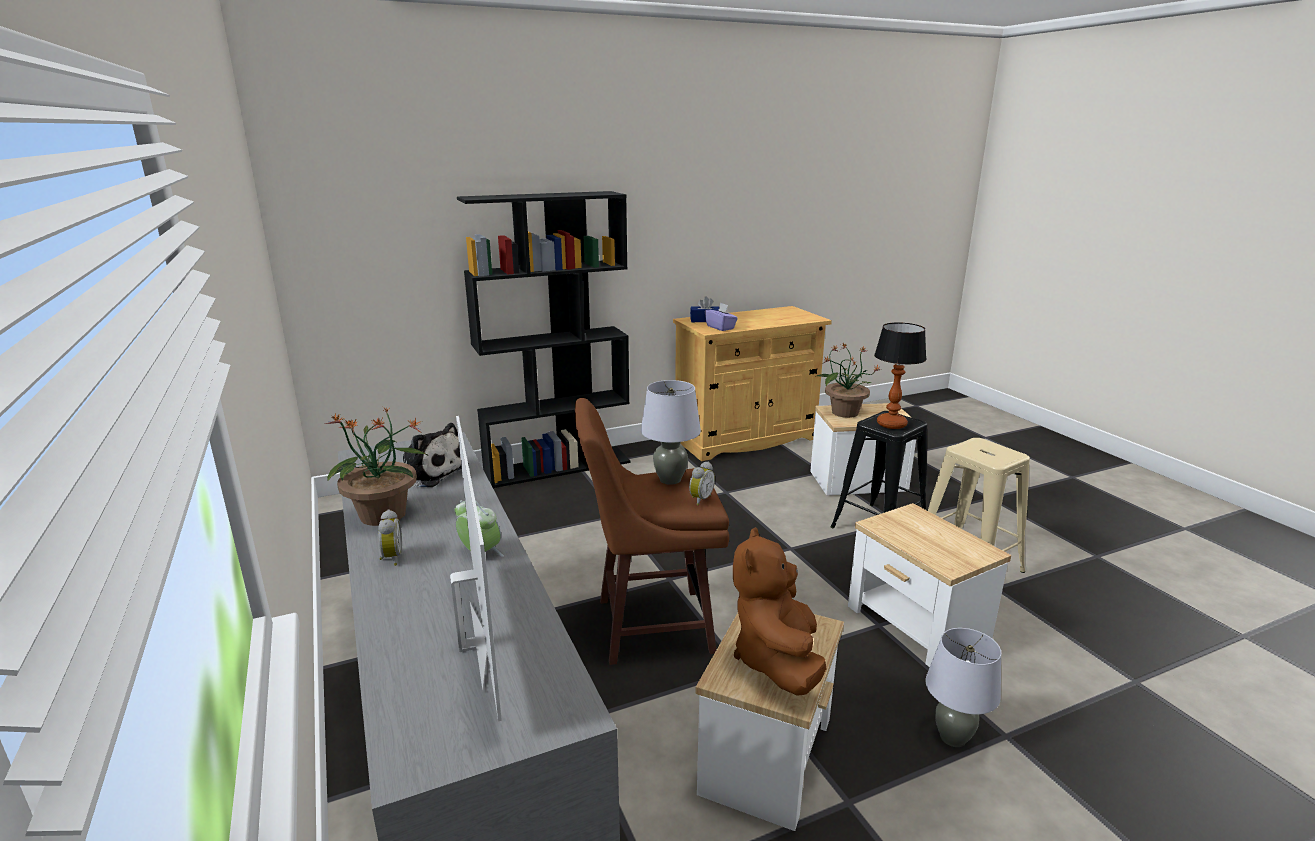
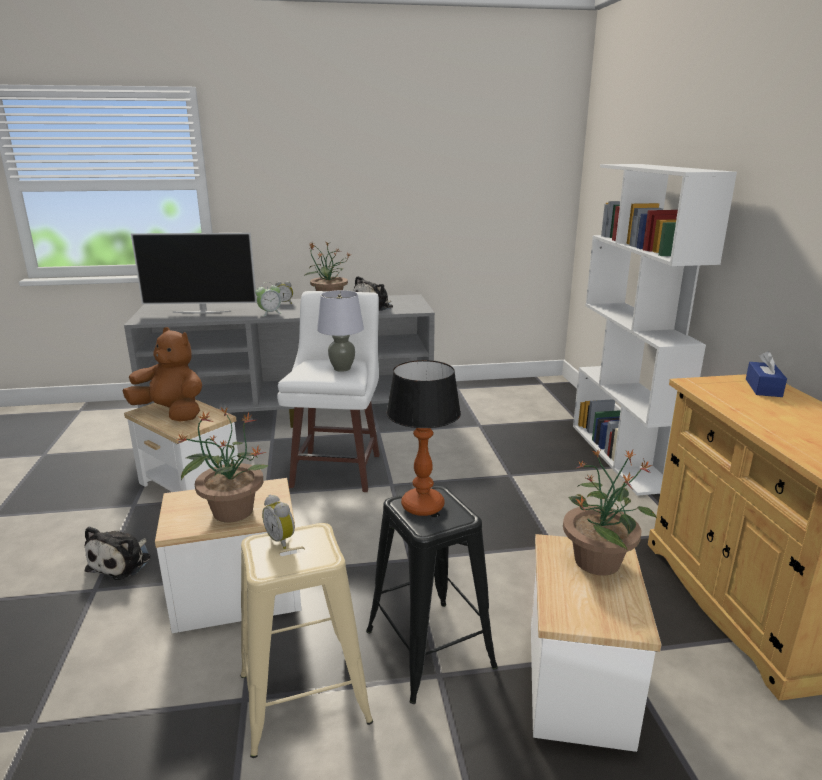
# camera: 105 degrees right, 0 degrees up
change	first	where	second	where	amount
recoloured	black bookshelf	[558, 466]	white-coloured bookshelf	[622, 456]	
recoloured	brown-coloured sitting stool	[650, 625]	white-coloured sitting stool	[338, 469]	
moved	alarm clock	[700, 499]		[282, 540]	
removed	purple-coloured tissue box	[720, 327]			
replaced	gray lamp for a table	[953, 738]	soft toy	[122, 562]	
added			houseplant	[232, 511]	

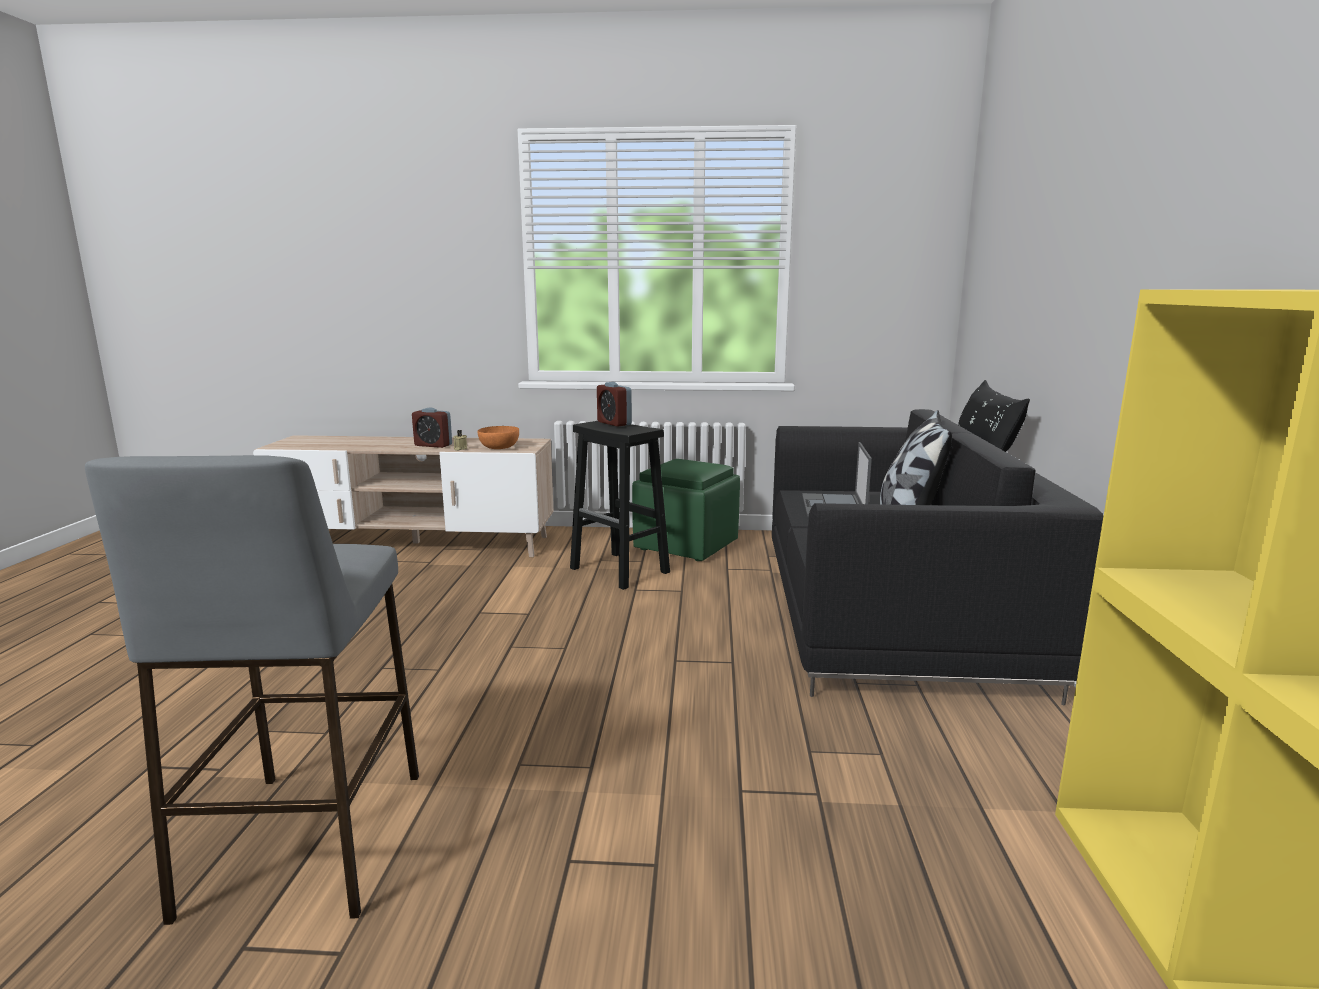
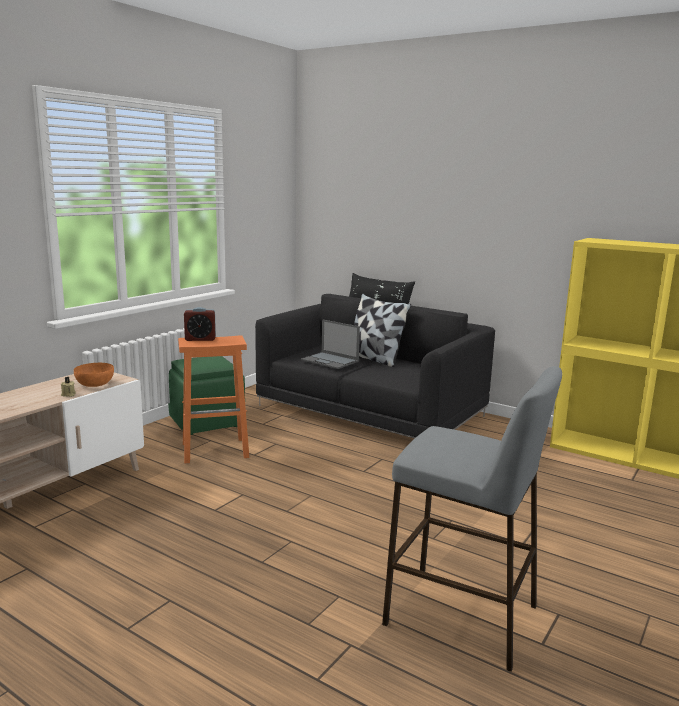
# camera: 60 degrees left, 0 degrees up
change	first	where	second	where	amount
removed	alarm clock	[433, 445]			
recoloured	black sitting stool	[621, 570]	orangey sitting stool	[216, 450]	

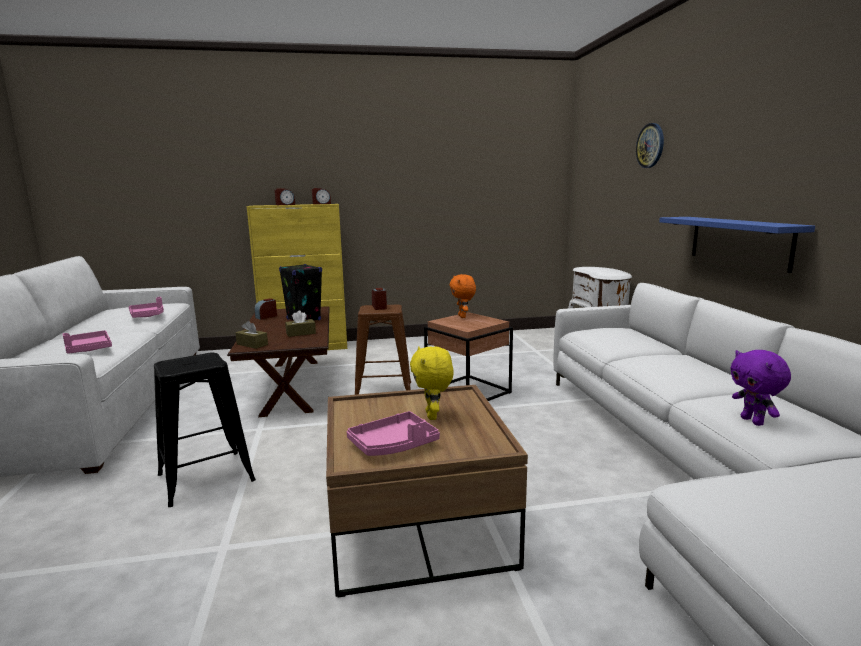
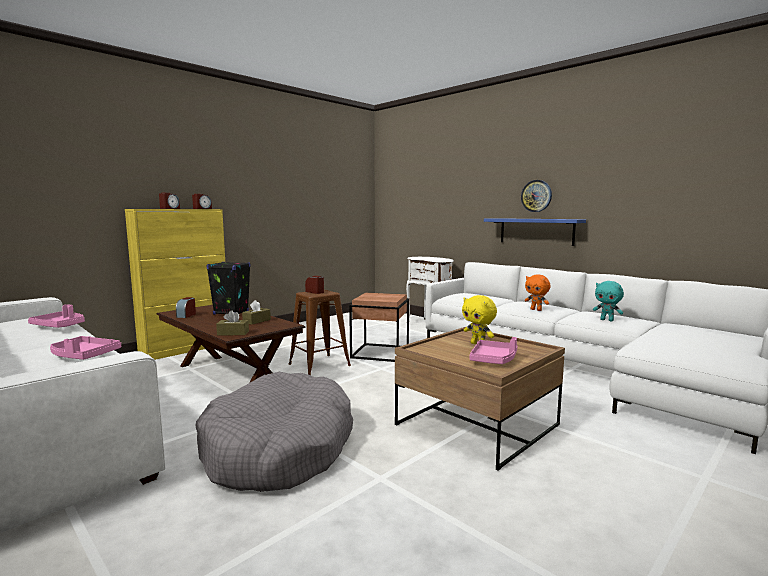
# camera: 35 degrees left, 5 degrees down
change	first	where	second	where	amount
replaced	black sitting stool	[206, 477]	gray dog bed	[279, 449]	
moved	orangey soft toy	[463, 316]		[536, 310]	
moved	wall clock	[650, 145]		[536, 196]	
recoloured	purple-coloured soft toy	[753, 421]	blue-green soft toy	[607, 320]	

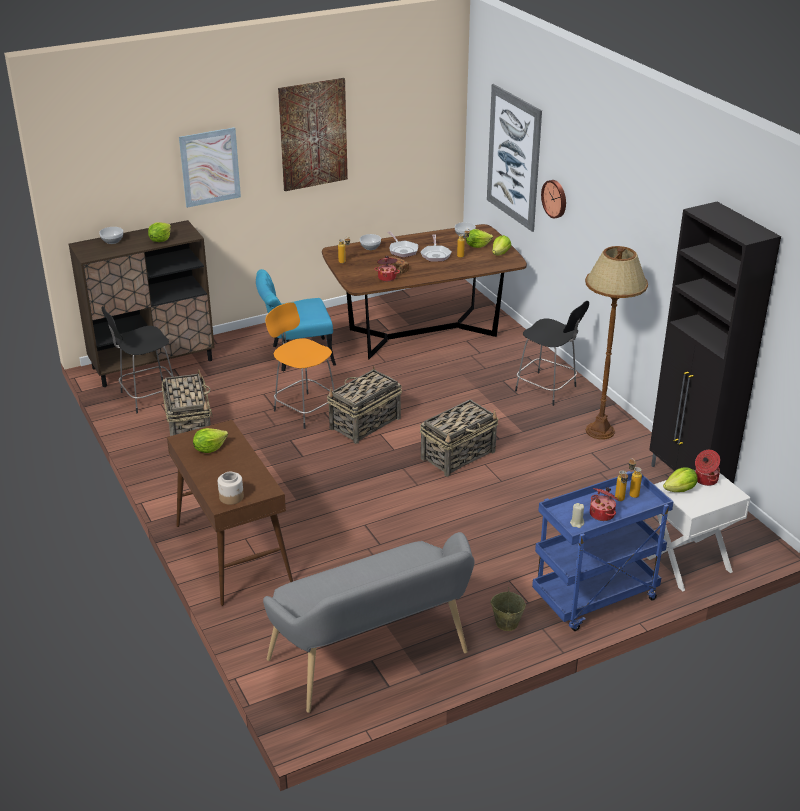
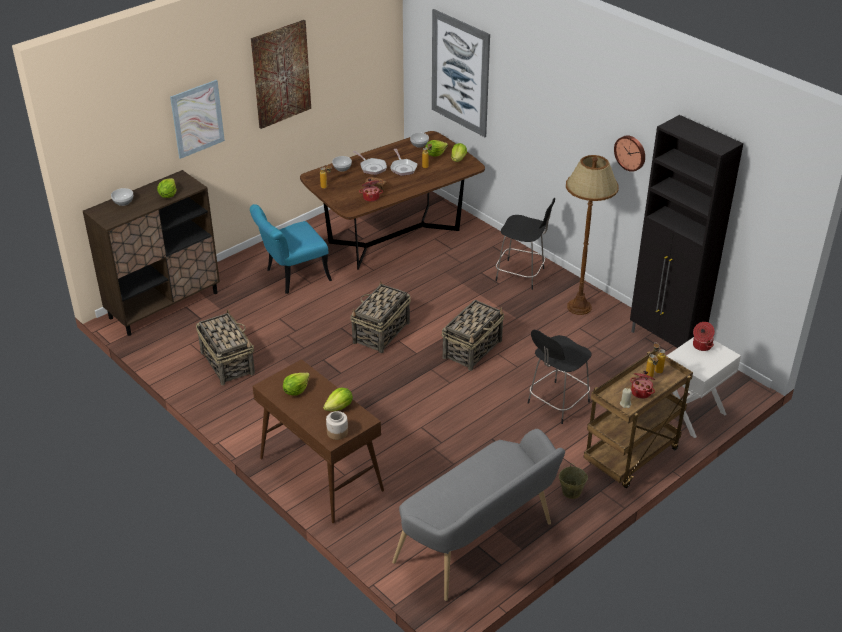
# camera: 15 degrees left, 5 degrees up
change	first	where	second	where	amount
moved	black sitting stool	[147, 397]		[556, 403]	
removed	orangey sitting stool	[304, 409]			
recoloured	blue-coloured cart	[594, 599]	brown-coloured cart	[631, 458]	
moved	wall clock	[555, 198]		[631, 152]	
moved	head of lettuce	[680, 490]		[339, 407]	

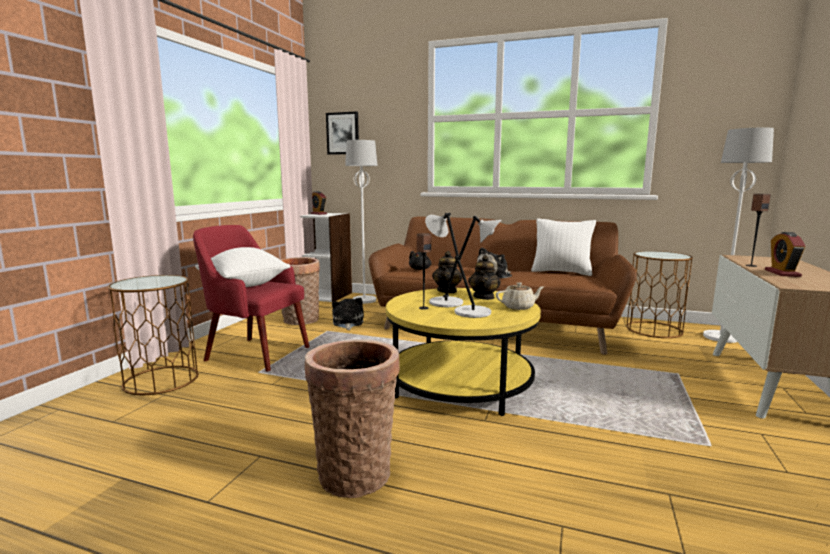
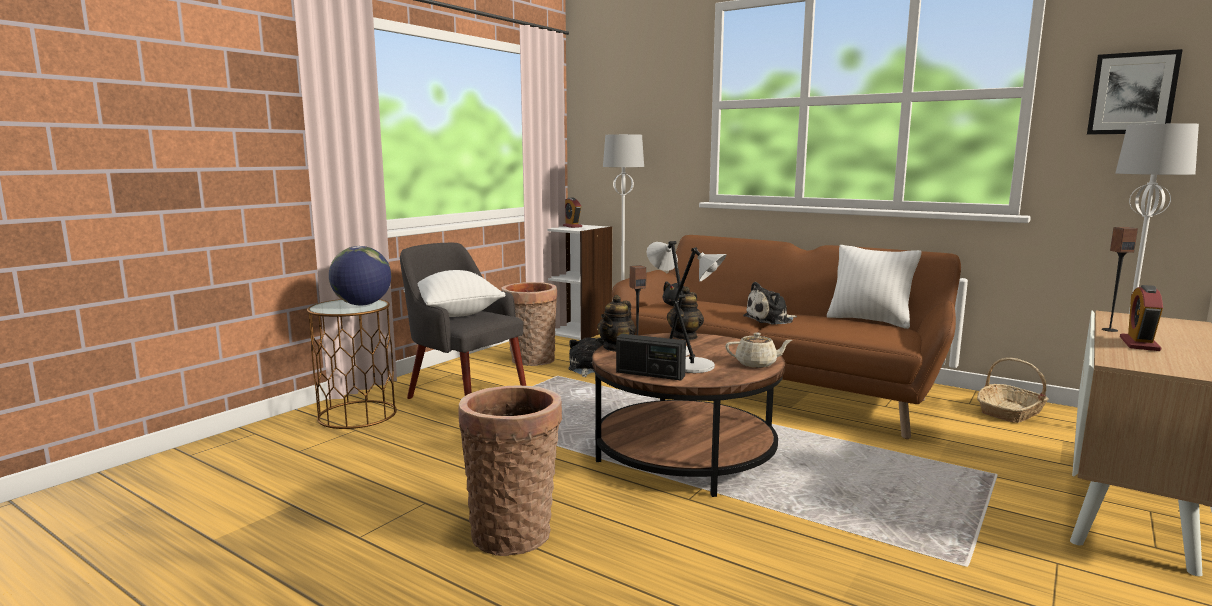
# camera: 15 degrees right, 0 degrees up
change	first	where	second	where	amount
recoloured	red-coloured easy chair	[256, 353]	gray easy chair	[465, 395]	
moved	wall picture	[343, 133]		[1132, 93]	
recoloured	yellowish lounge table	[460, 383]	brown-coloured lounge table	[685, 454]	
moved	tea pot	[484, 297]		[617, 348]	
replaced	brown-coloured accent table	[654, 330]	basket	[1010, 412]	
added			desk globe	[362, 304]	
added			radio	[650, 374]	

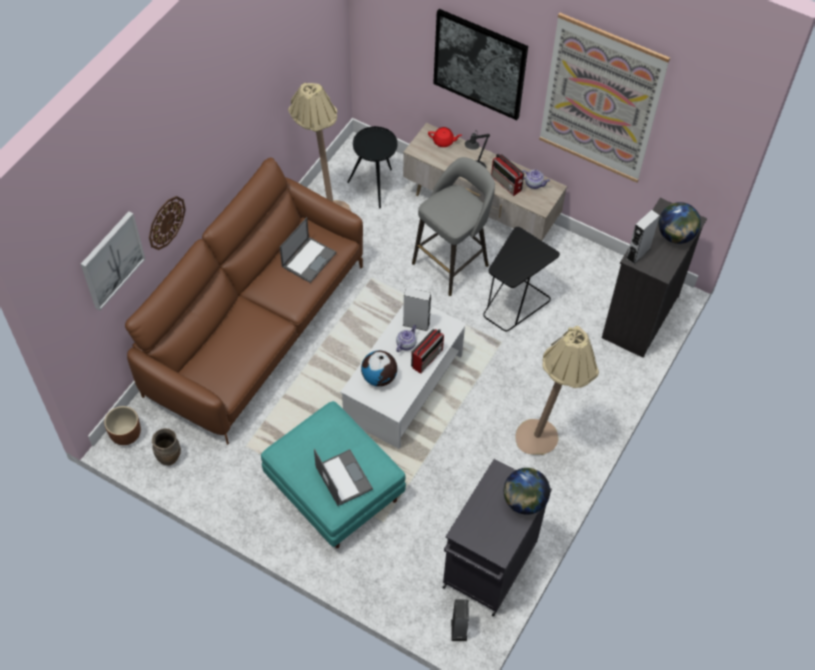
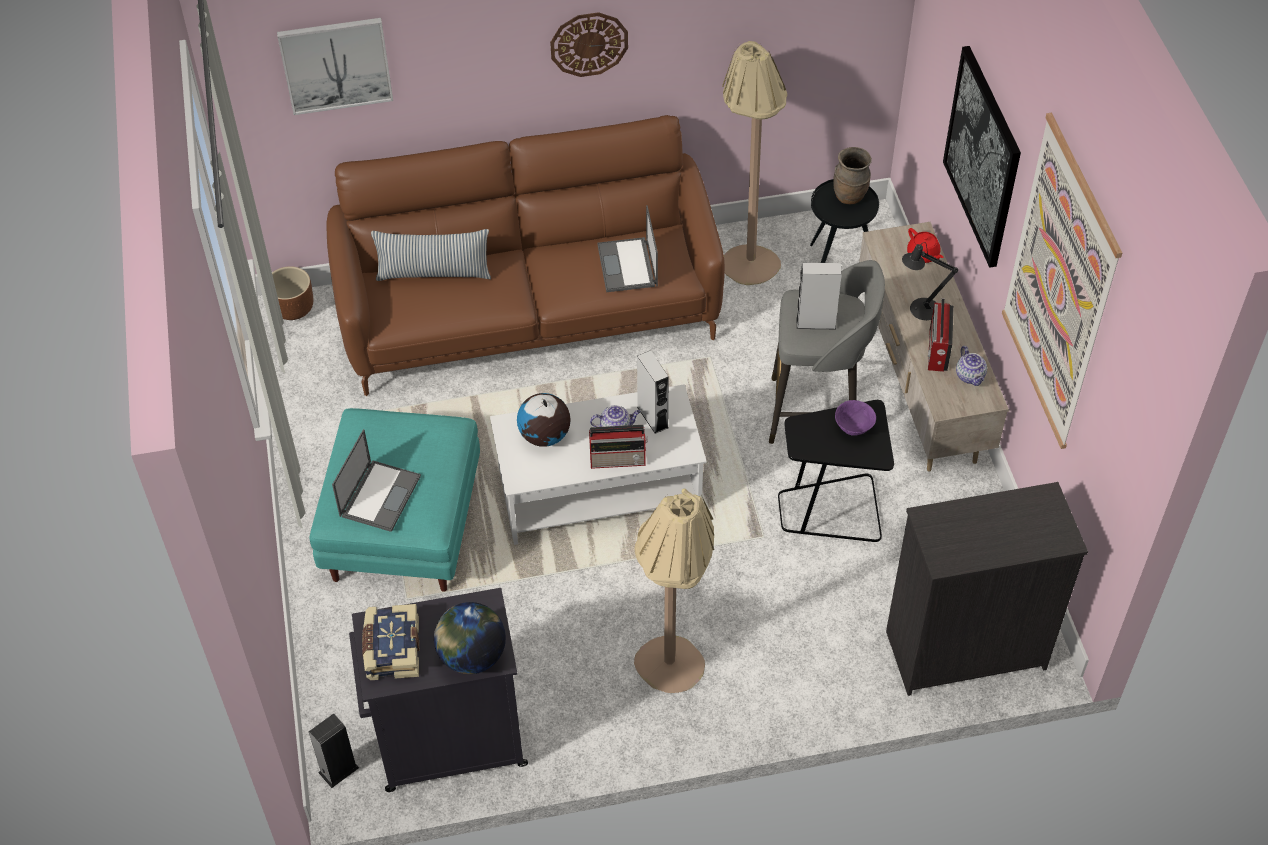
# camera: 50 degrees right, 5 degrees down
change	first	where	second	where	amount
moved	wall clock	[166, 222]		[589, 44]	
moved	brown-coloured decorative vase	[169, 457]		[850, 197]	
turned	notebook computer	[309, 259]		[628, 266]	90 degrees clockwise
moved	gray audio speaker	[638, 253]		[816, 323]	
removed	desk globe	[675, 235]			
added			bound book	[391, 649]	
added			cushion	[434, 273]	
added			purple-coloured serving bowl	[853, 429]	

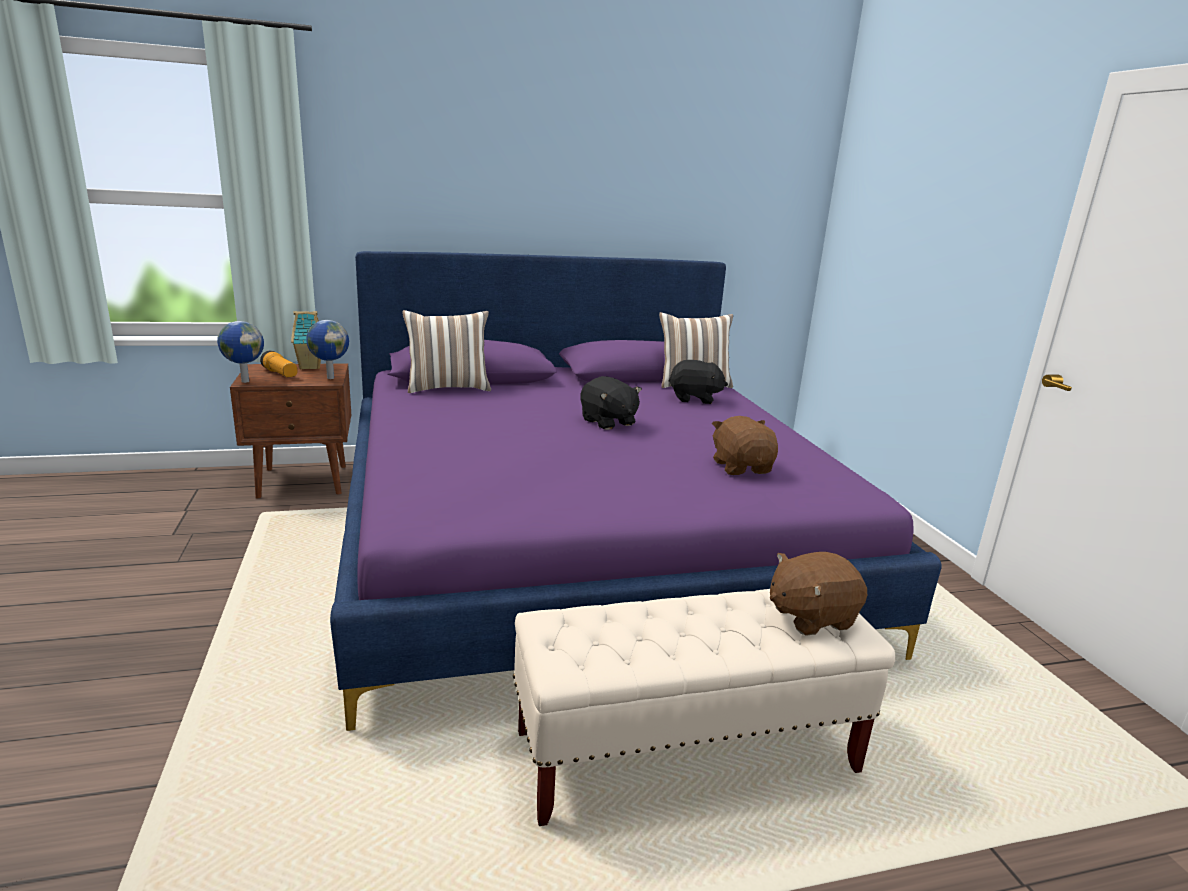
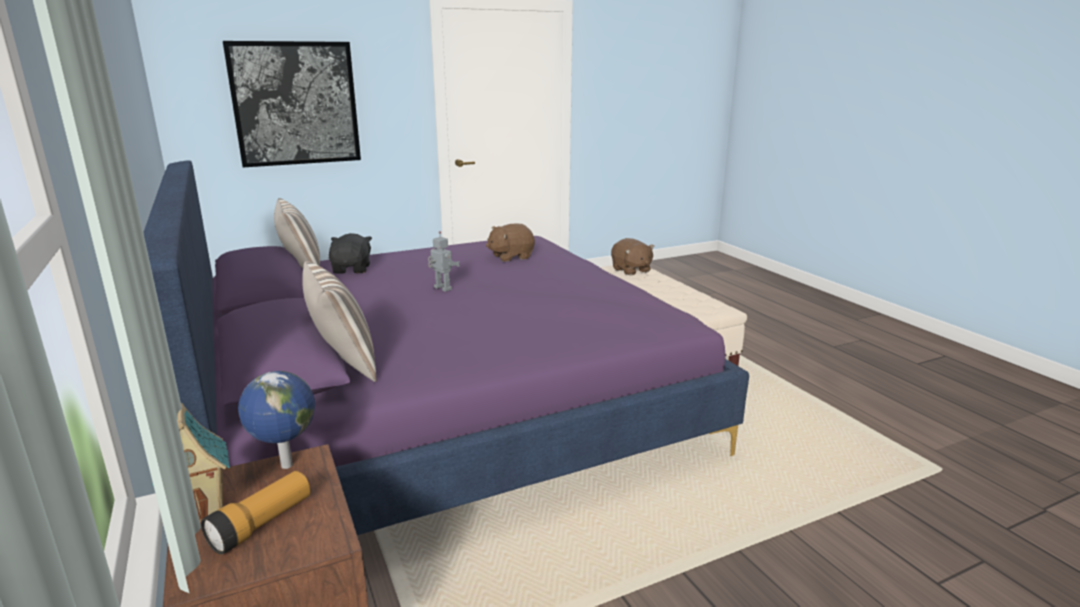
# camera: 100 degrees left, 0 degrees up
change	first	where	second	where	amount
removed	desk globe	[245, 381]			
replaced	black soft toy	[608, 422]	robot figure	[442, 289]	
added			wall picture	[295, 104]	

